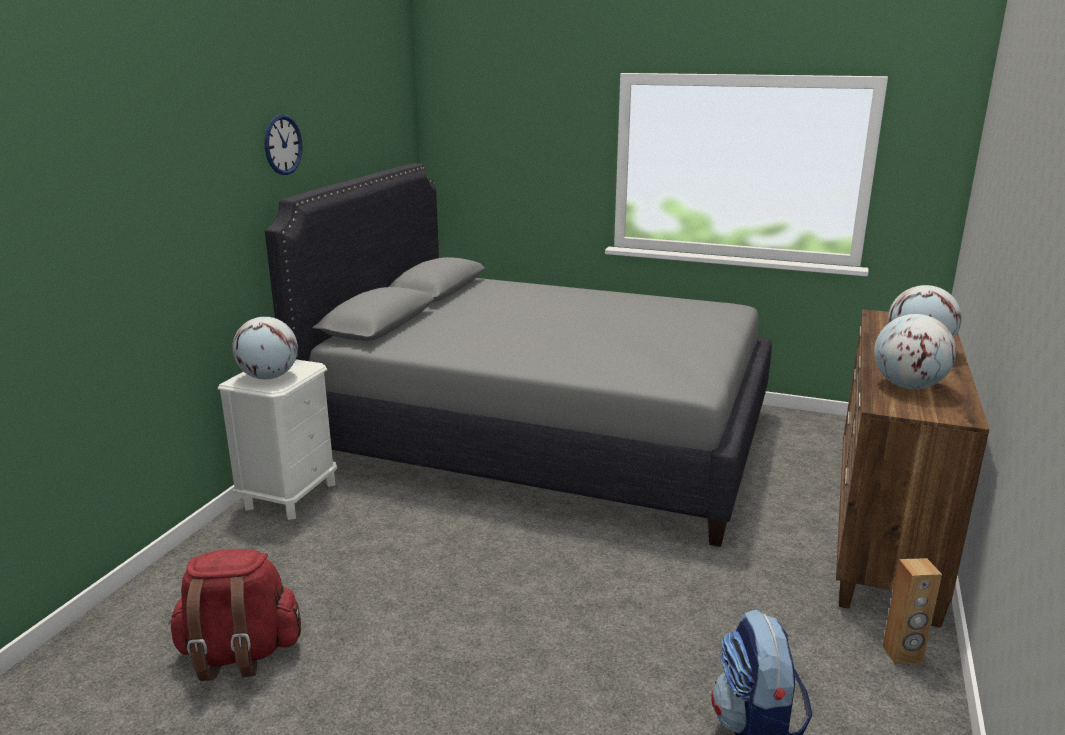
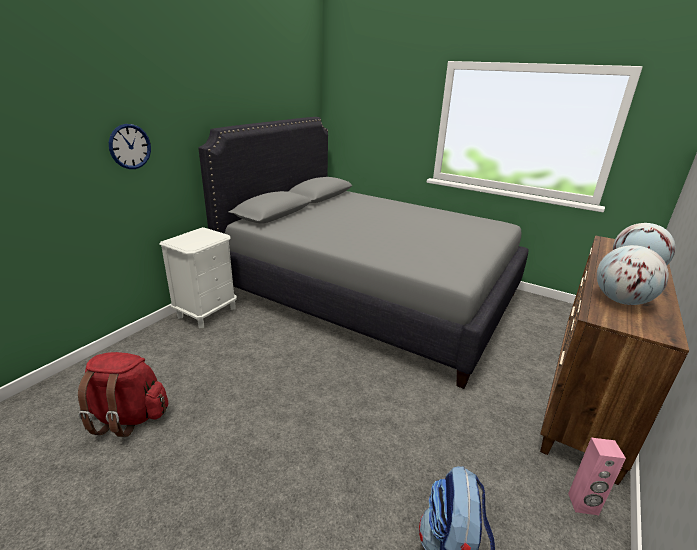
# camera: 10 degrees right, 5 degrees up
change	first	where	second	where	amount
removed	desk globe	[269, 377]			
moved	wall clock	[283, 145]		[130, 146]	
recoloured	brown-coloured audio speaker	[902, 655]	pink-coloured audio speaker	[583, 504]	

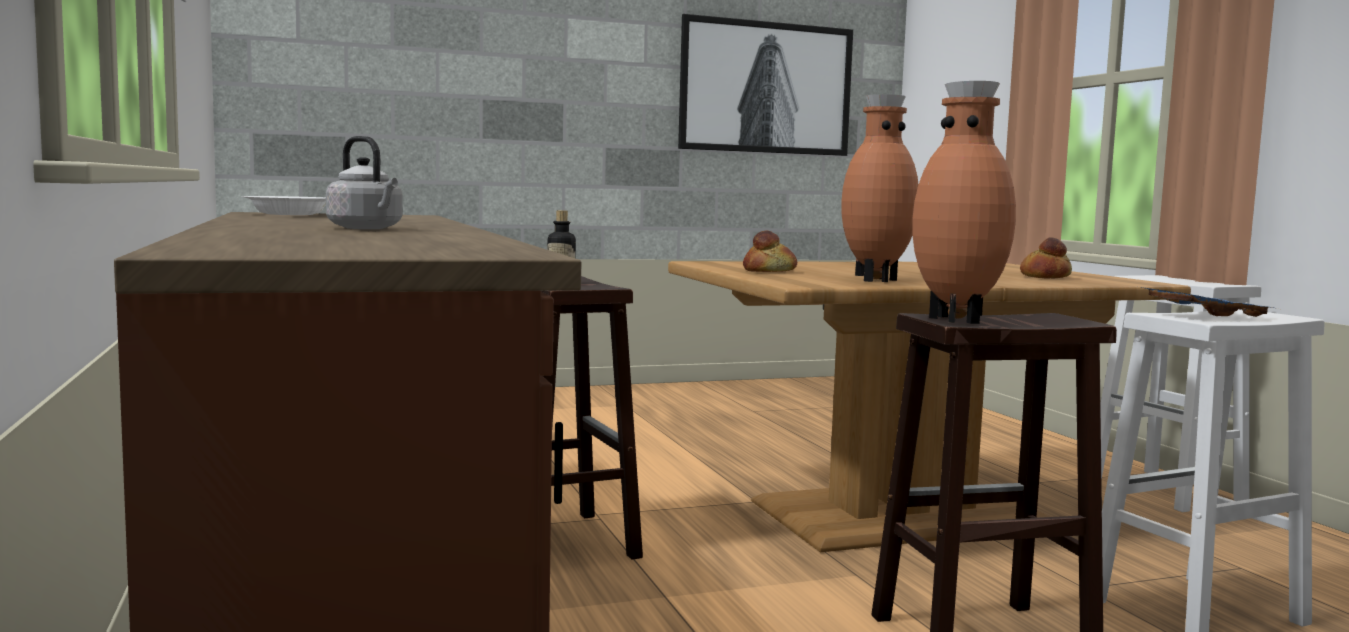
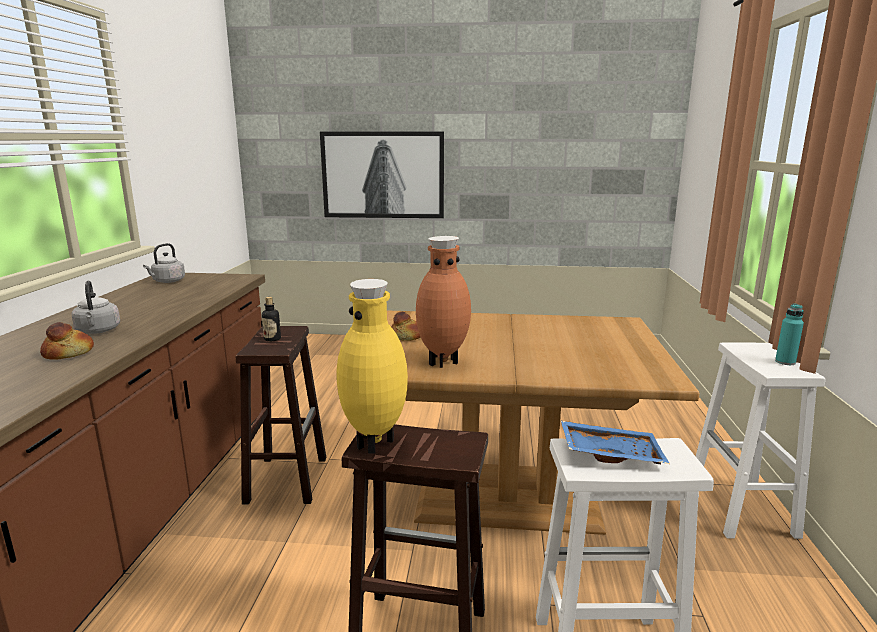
# camera: 25 degrees right, 10 degrees up
change	first	where	second	where	amount
replaced	white-coloured serving bowl	[290, 214]	gray water kettle	[167, 281]	
moved	wall picture	[765, 88]		[383, 175]	
recoloured	brown-coloured decorative vase	[959, 320]	yellowish decorative vase	[376, 443]	
moved	bread	[1046, 277]		[69, 353]	
added			blue-green drink bottle	[785, 362]	

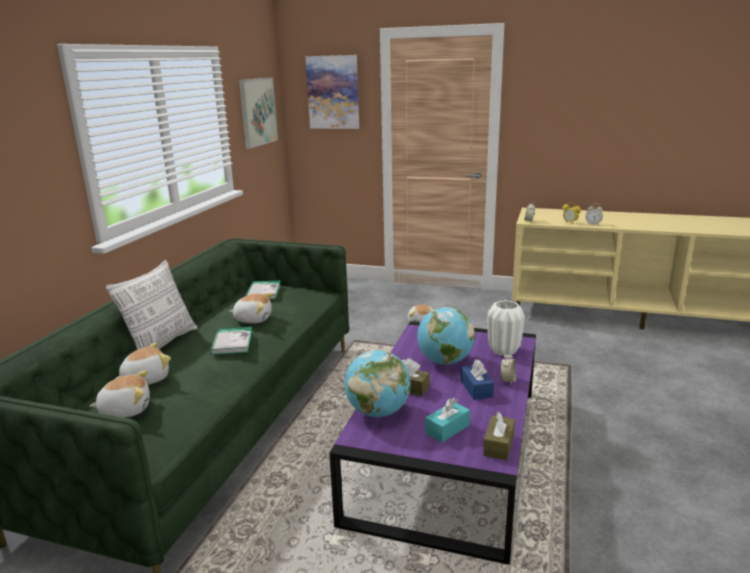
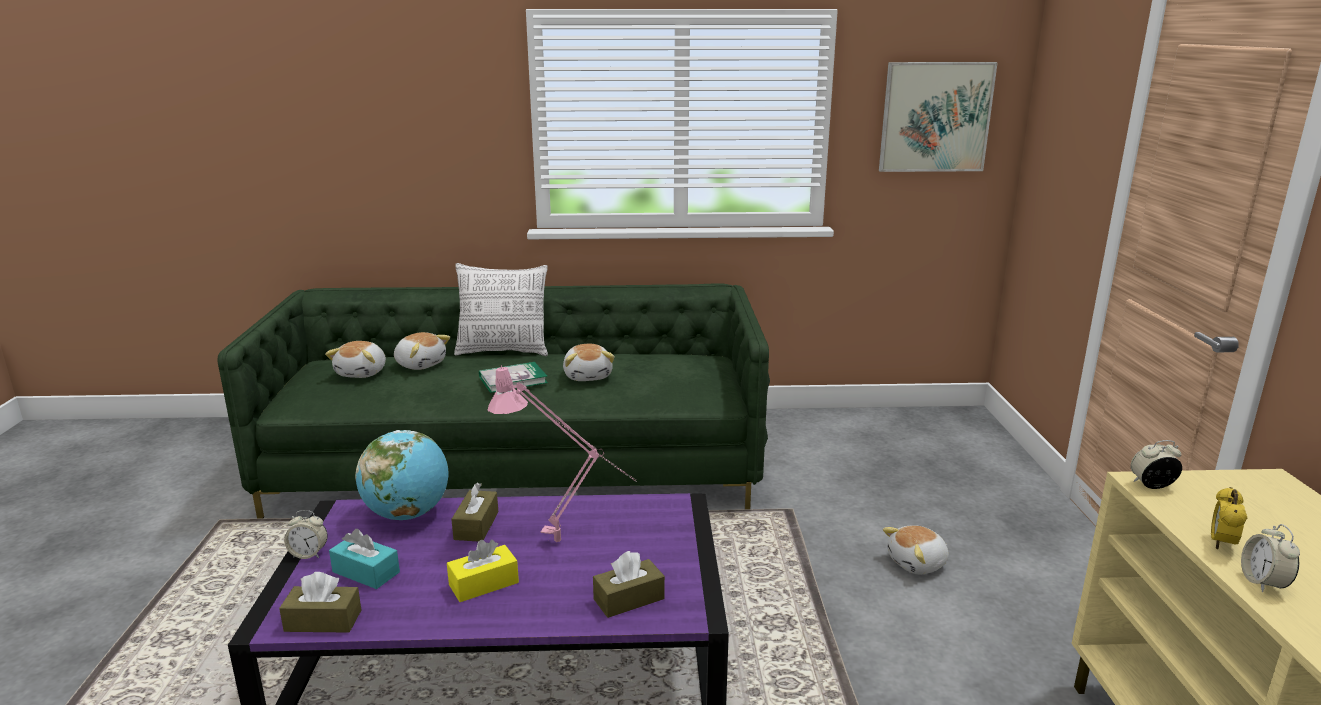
# camera: 70 degrees right, 0 degrees up
change	first	where	second	where	amount
turned	soft toy	[125, 409]		[363, 373]	45 degrees clockwise
removed	bound book	[263, 292]			
removed	wall picture	[333, 92]			
replaced	desk globe	[444, 361]	pink-coloured lamp for a table	[567, 544]	
recoloured	blue-coloured tissue box	[476, 389]	yellowish tissue box	[484, 584]	
replaced	white-coloured decorative vase	[504, 351]	brown-coloured tissue box	[629, 599]	
moved	alarm clock	[507, 380]		[309, 554]	

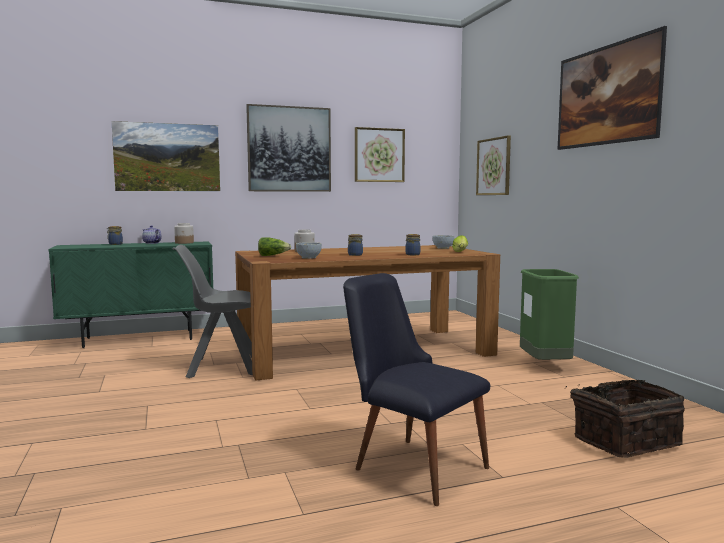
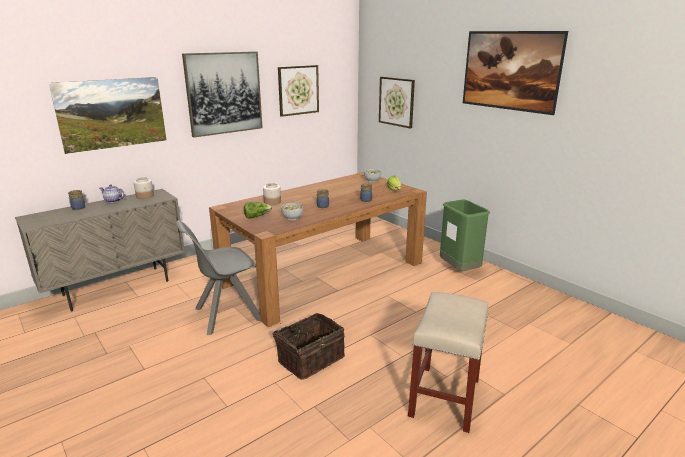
# camera: 20 degrees left, 15 degrees up
change	first	where	second	where	amount
recoloured	green-coloured storage cabinet	[140, 339]	beige-coloured storage cabinet	[117, 288]	
replaced	black plain chair	[411, 464]	beige-coloured sitting stool	[444, 396]	
moved	basket	[623, 441]		[309, 358]	

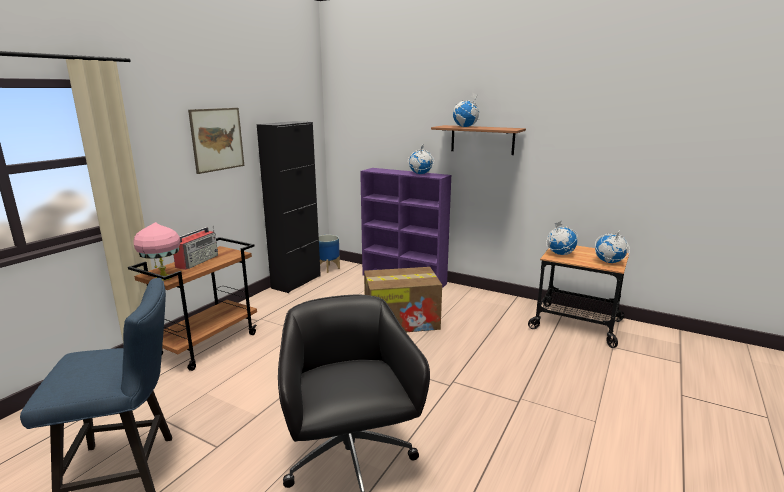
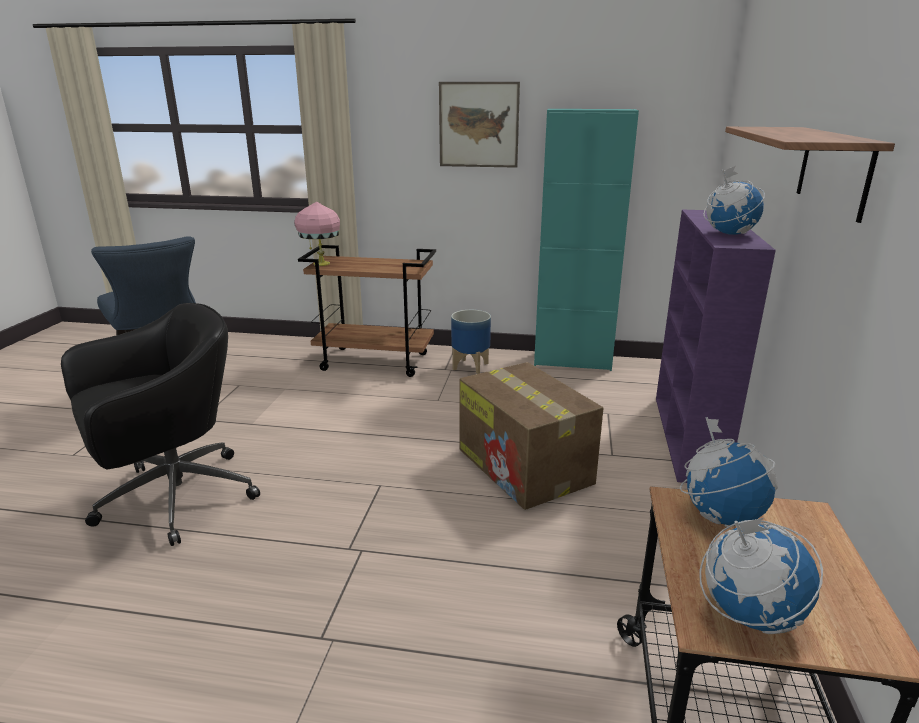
# camera: 70 degrees right, 5 degrees up
change	first	where	second	where	amount
removed	radio	[198, 261]			
recoloured	black storage cabinet	[296, 282]	blue-green storage cabinet	[572, 361]	
moved	flower pot	[328, 268]		[471, 366]	
removed	desk globe	[465, 127]			

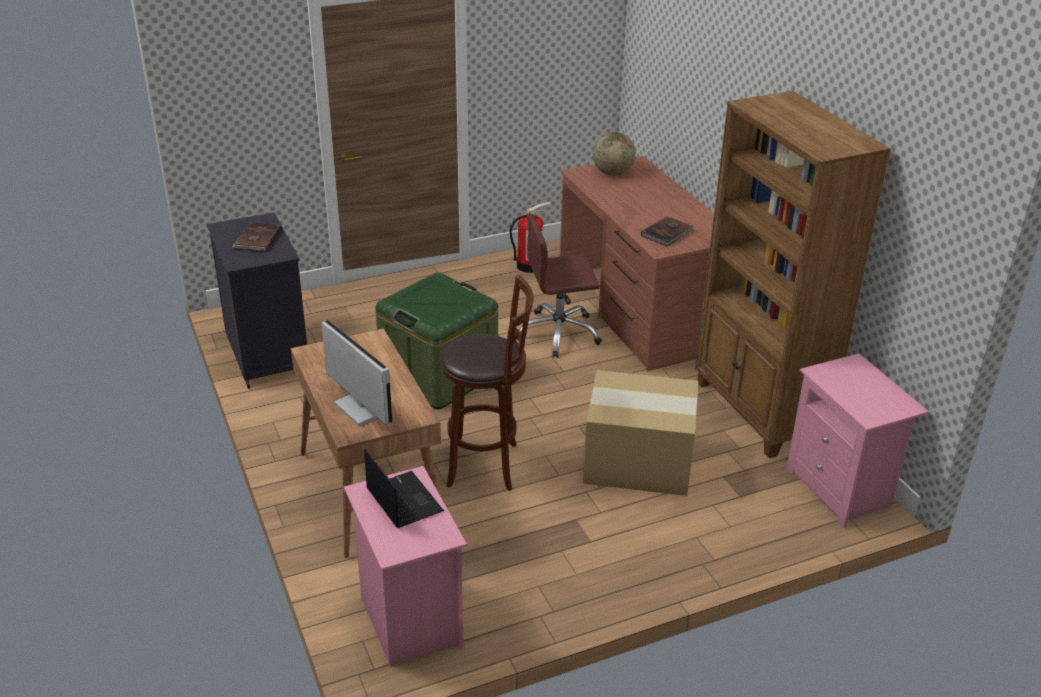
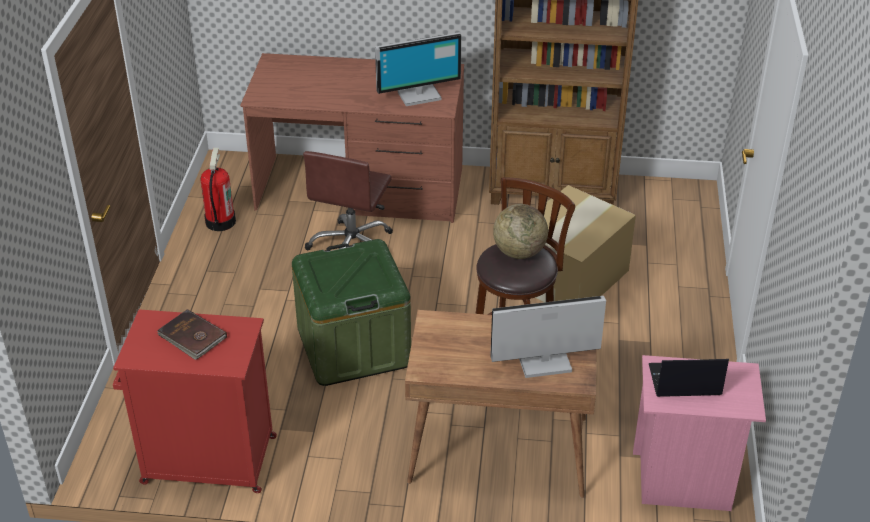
# camera: 60 degrees left, 5 degrees up
change	first	where	second	where	amount
recoloured	black storage cabinet	[267, 355]	red-coloured storage cabinet	[206, 460]	
moved	desk globe	[612, 173]		[519, 252]	
replaced	brown-coloured bound book	[668, 233]	computer screen	[418, 95]	
removed	pink-coloured night table	[841, 489]			

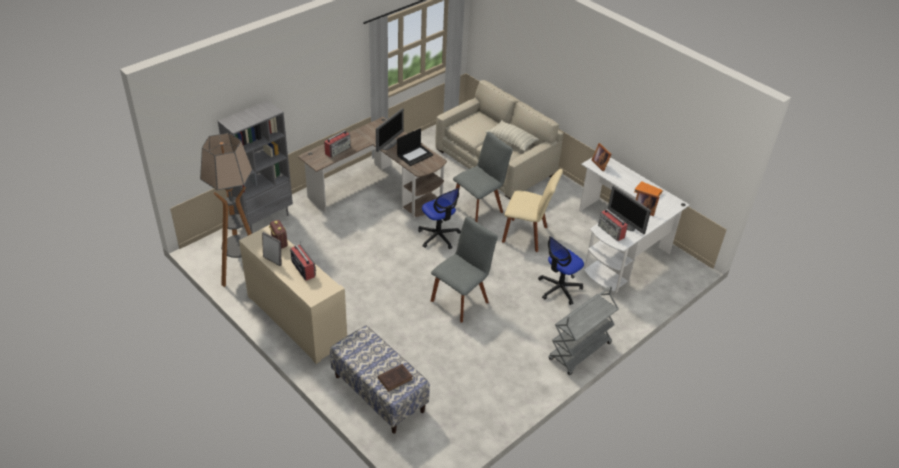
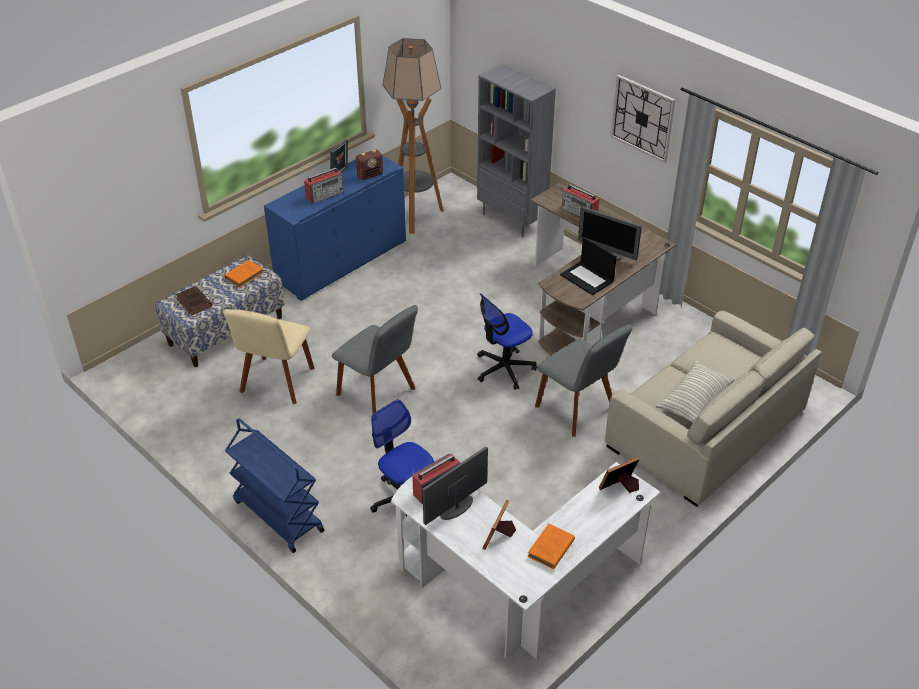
# camera: 90 degrees right, 0 degrees up
change	first	where	second	where	amount
recoloured	beige-coloured storage cabinet	[296, 320]	blue-coloured storage cabinet	[341, 261]	
moved	beige-coloured plain chair	[527, 235]		[276, 383]	
recoloured	gray cart	[580, 352]	blue-coloured cart	[277, 516]	
added			orangey bound book	[245, 275]	
added			wall clock	[642, 118]	

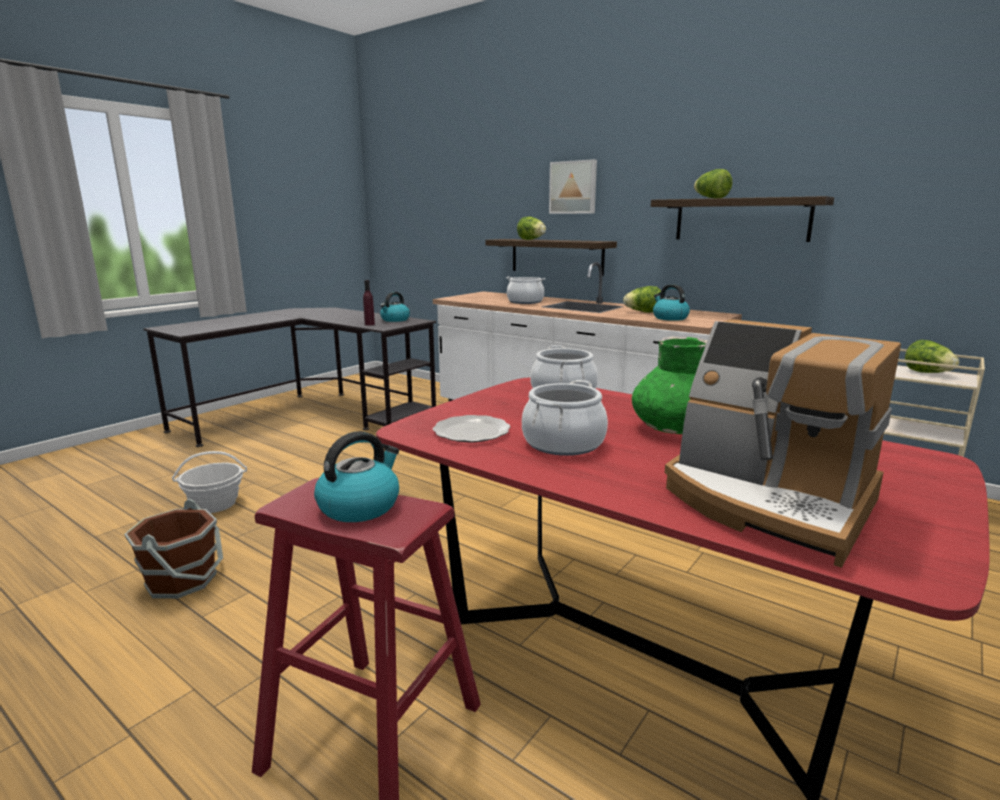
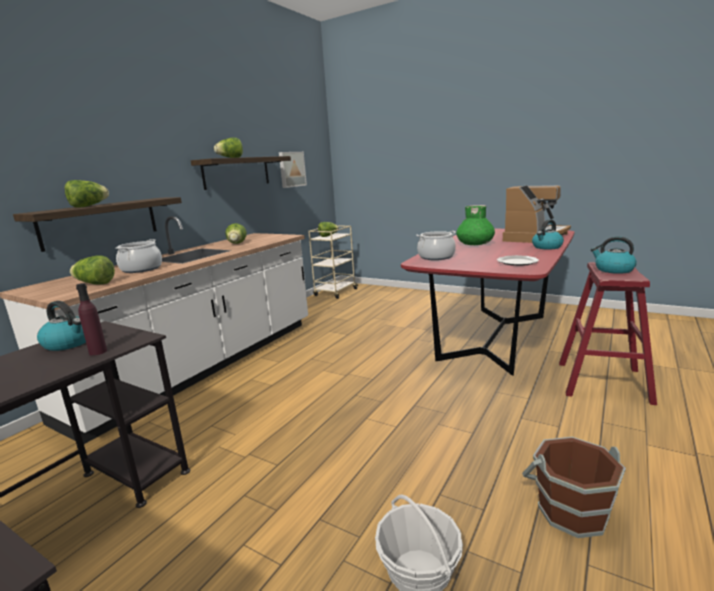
# camera: 95 degrees left, 0 degrees up
change	first	where	second	where	amount
removed	stockpot	[564, 443]			
moved	wall picture	[573, 187]		[291, 169]	
moved	water kettle	[669, 318]		[547, 247]	
added			head of lettuce	[95, 284]	

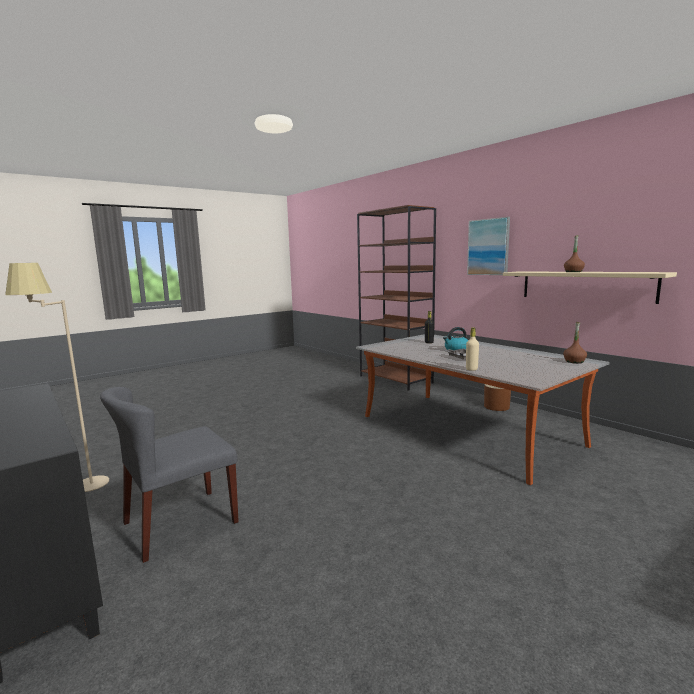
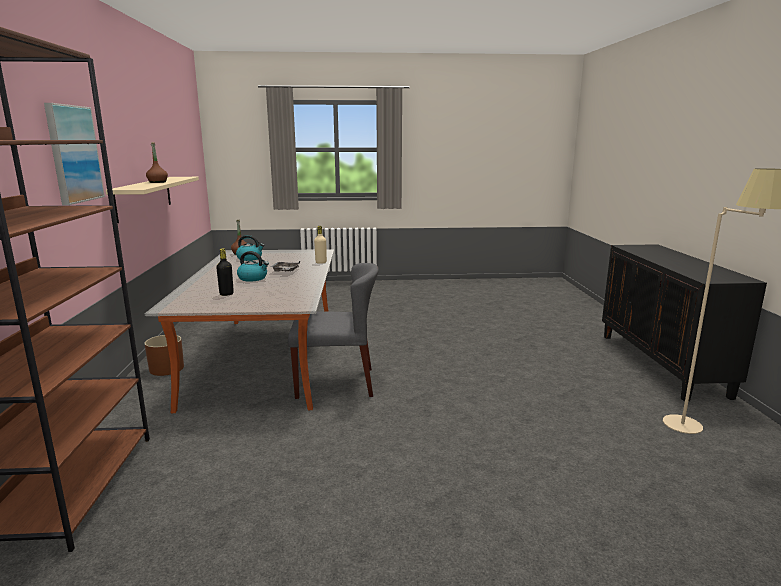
# camera: 145 degrees left, 5 degrees up
change	first	where	second	where	amount
moved	gray plain chair	[179, 523]		[336, 383]	
added			water kettle	[250, 258]	

